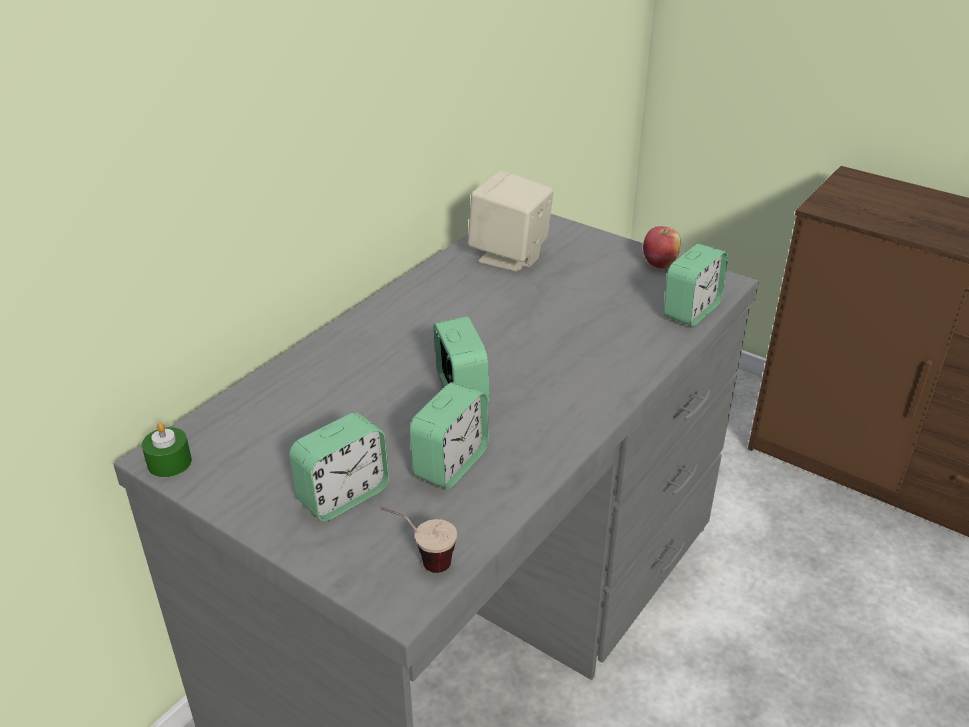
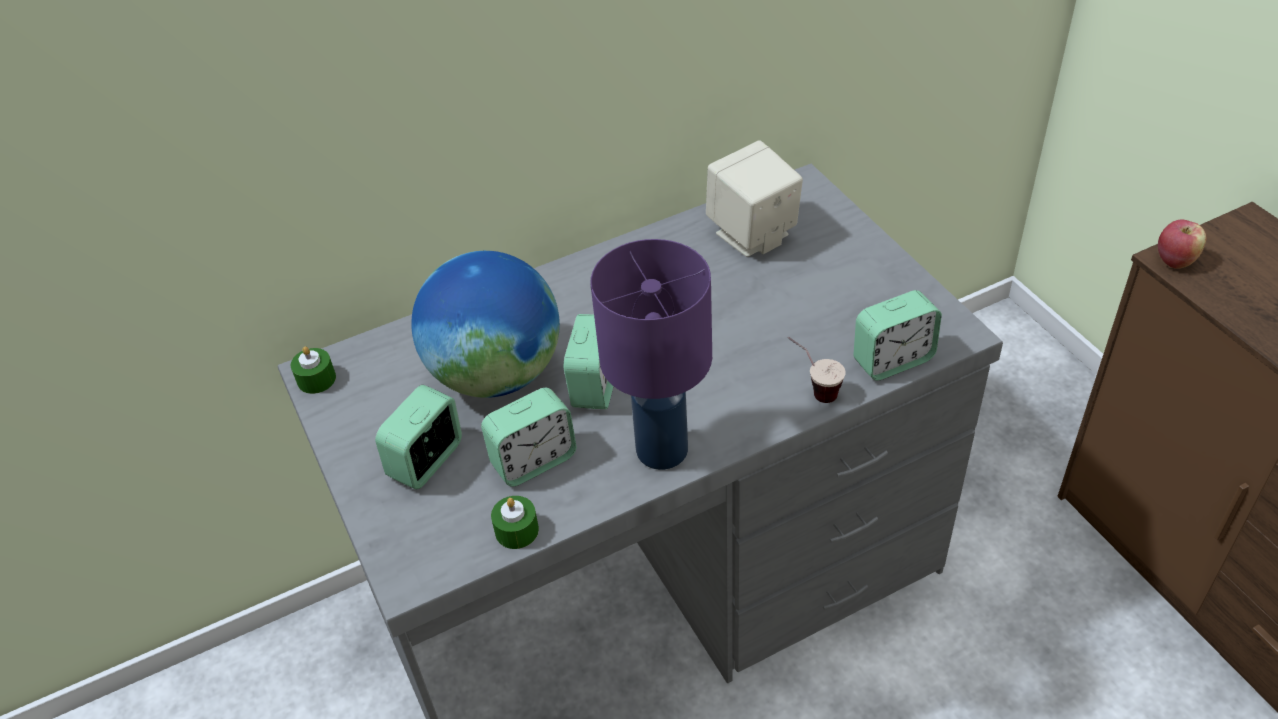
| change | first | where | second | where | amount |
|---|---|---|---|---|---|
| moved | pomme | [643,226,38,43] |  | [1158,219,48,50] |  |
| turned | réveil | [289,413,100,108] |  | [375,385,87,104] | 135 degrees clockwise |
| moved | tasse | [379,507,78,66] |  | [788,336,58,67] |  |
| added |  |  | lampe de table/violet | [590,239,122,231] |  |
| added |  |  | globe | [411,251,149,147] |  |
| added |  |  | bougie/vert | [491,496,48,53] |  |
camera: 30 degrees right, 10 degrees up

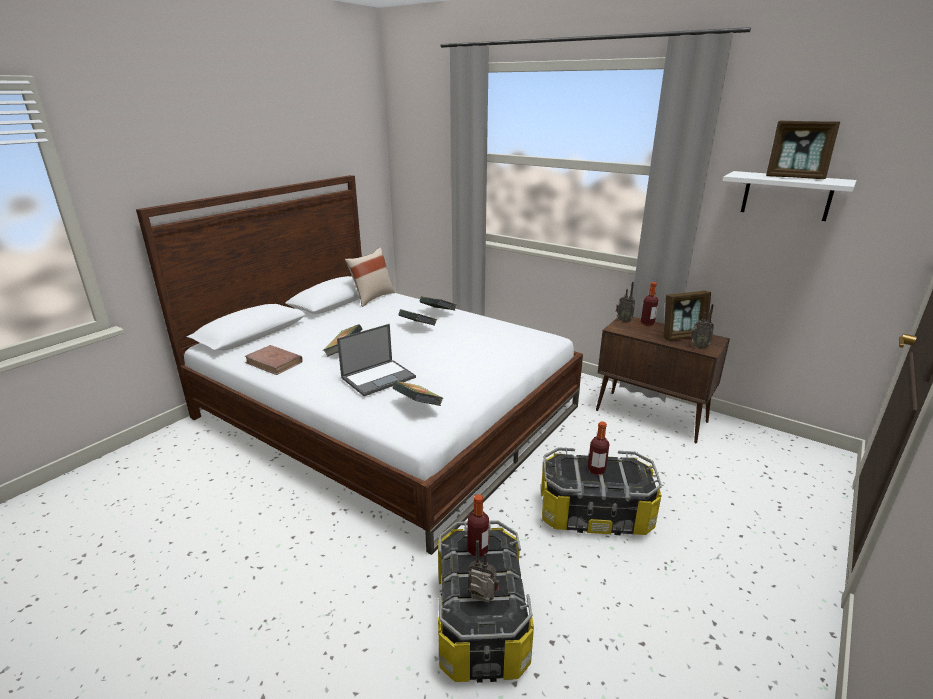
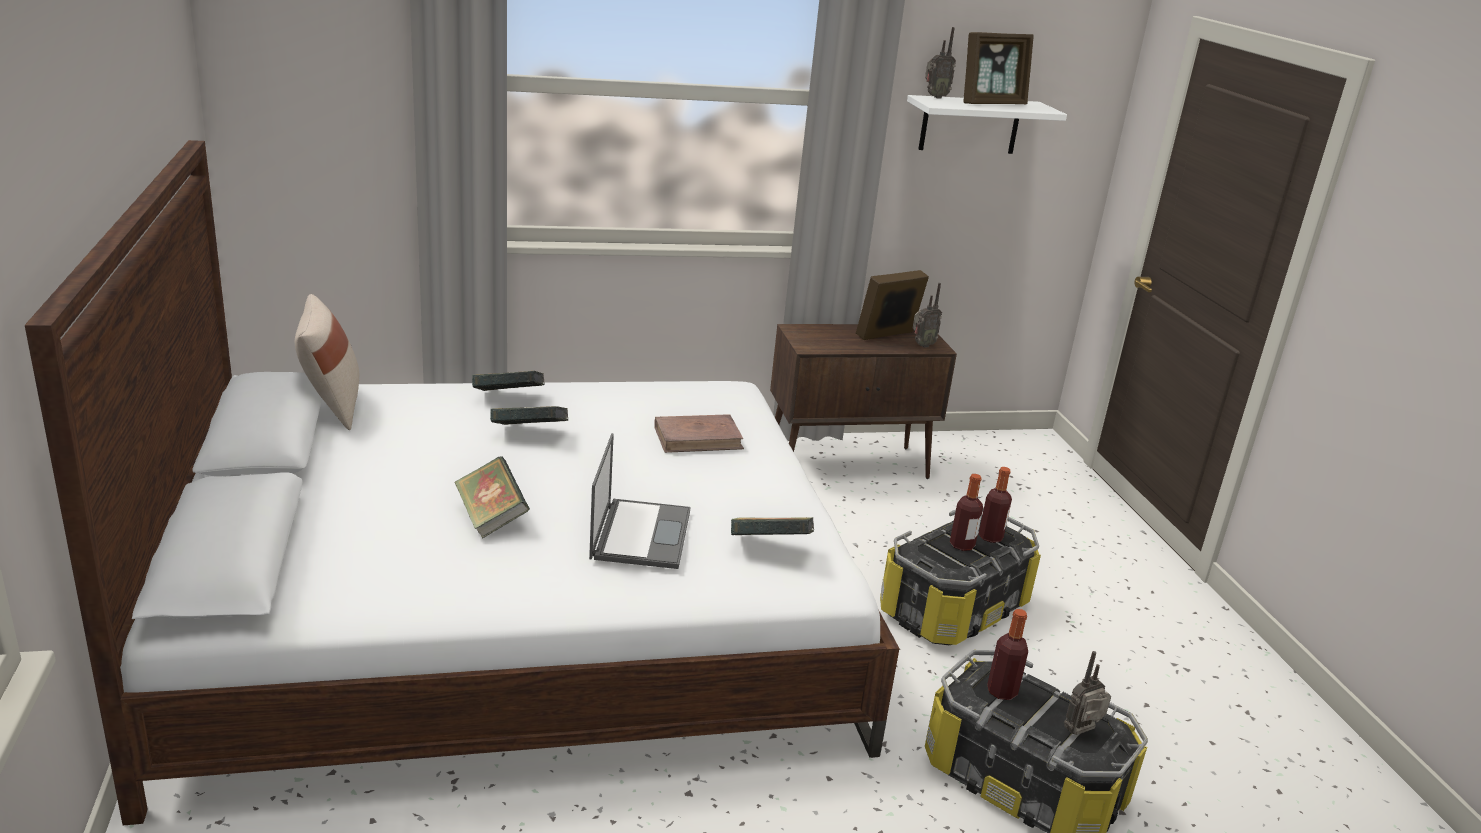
| change | first | where | second | where | amount |
|---|---|---|---|---|---|
| moved | radio | [616,282,19,41] |  | [925,27,31,71] |  |
| moved | bouteille | [641,282,17,44] |  | [979,467,33,76] |  |
| turned | cadre photo | [664,291,47,50] |  | [856,270,73,70] | 150 degrees counterclockwise |
| moved | livre/marron | [244,345,59,30] |  | [654,414,90,39] |  |
camera: 50 degrees left, 0 degrees up

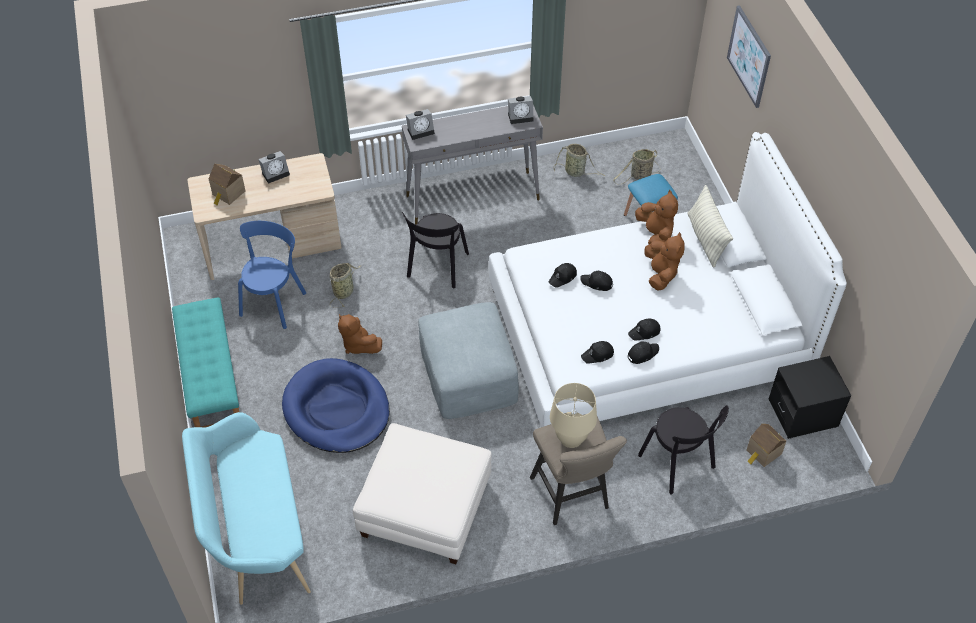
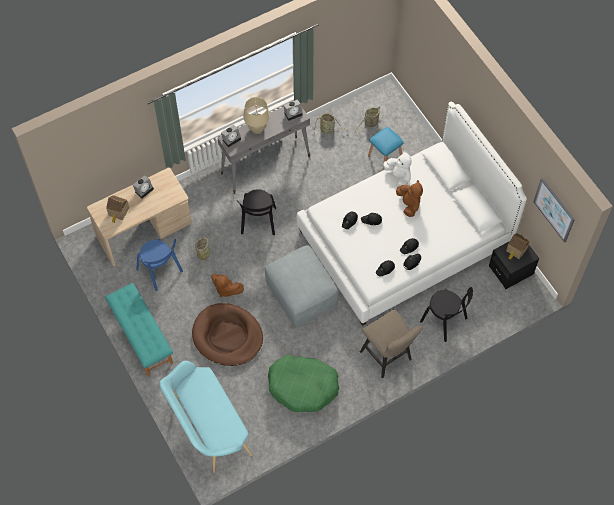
| change | first | where | second | where | amount |
|---|---|---|---|---|---|
| moved | tableau | [727,5,44,103] |  | [533,178,42,65] |  |
| removed | coussin | [687,185,46,82] |  |  |  |
| recoloured | peluche/marron | [635,190,43,54] | peluche/blanc | [383,151,29,36] |  |
| turned | chaise/bleu | [238,221,68,108] |  | [136,238,47,53] | 135 degrees clockwise |
| recoloured | panier pour chien/bleu | [282,358,108,95] | panier pour chien/marron | [192,303,71,63] |  |
| moved | lampe de table/beige | [550,383,47,65] |  | [244,97,26,37] |  |
| replaced | pouf/blanc | [353,423,139,141] | panier pour chien/vert | [268,354,71,58] |  |
| moved | maison miniature | [747,424,39,43] |  | [506,233,24,27] |  |
camera: 15 degrees left, 10 degrees up

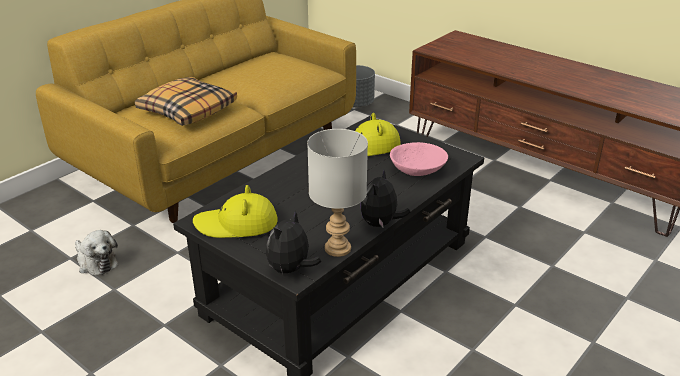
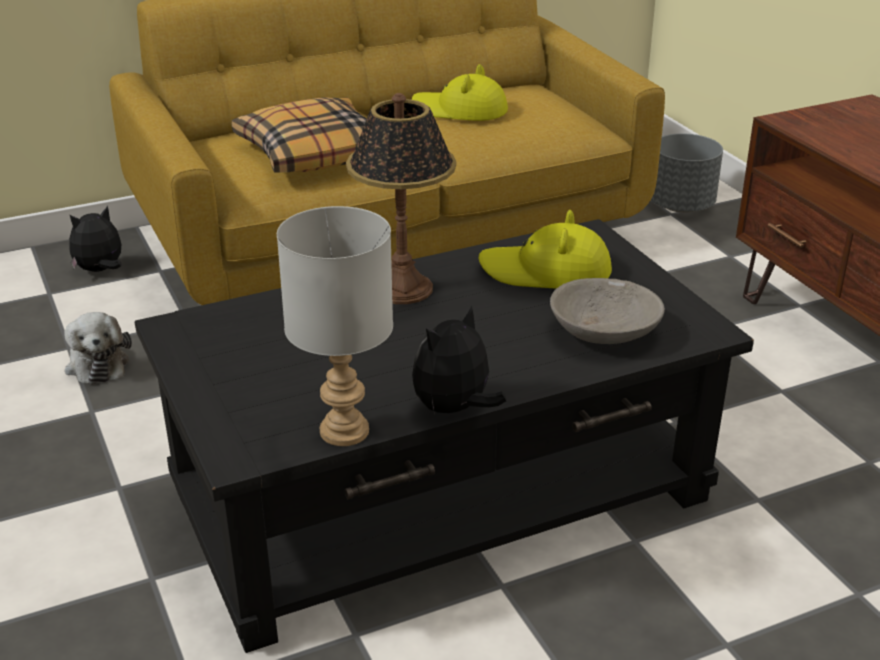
| change | first | where | second | where | amount |
|---|---|---|---|---|---|
| recoloured | bol/rose | [390,142,58,34] | bol/gris | [550,278,115,66] |  |
| moved | chapeau/jaune | [193,185,85,53] |  | [412,64,96,57] |  |
| moved | peluche | [266,210,56,64] |  | [69,206,53,66] |  |
| added |  |  | lampe de table | [346,93,110,211] |  |
camera: 25 degrees right, 0 degrees up

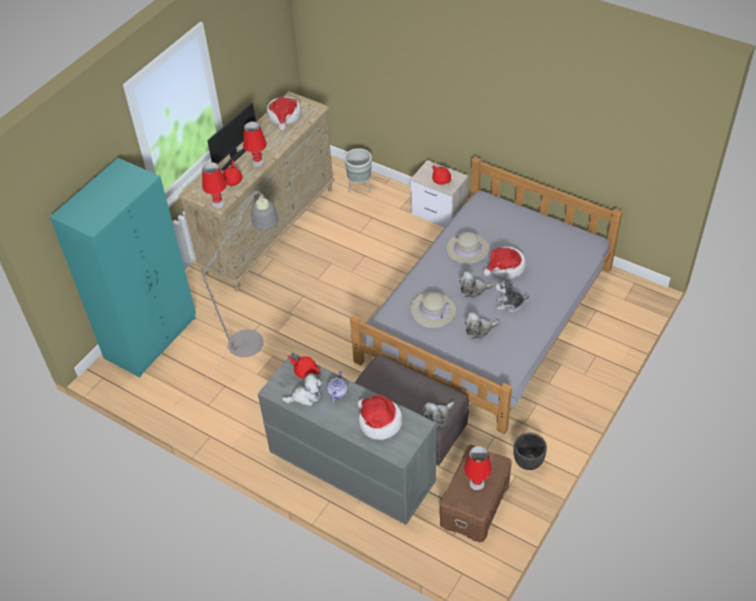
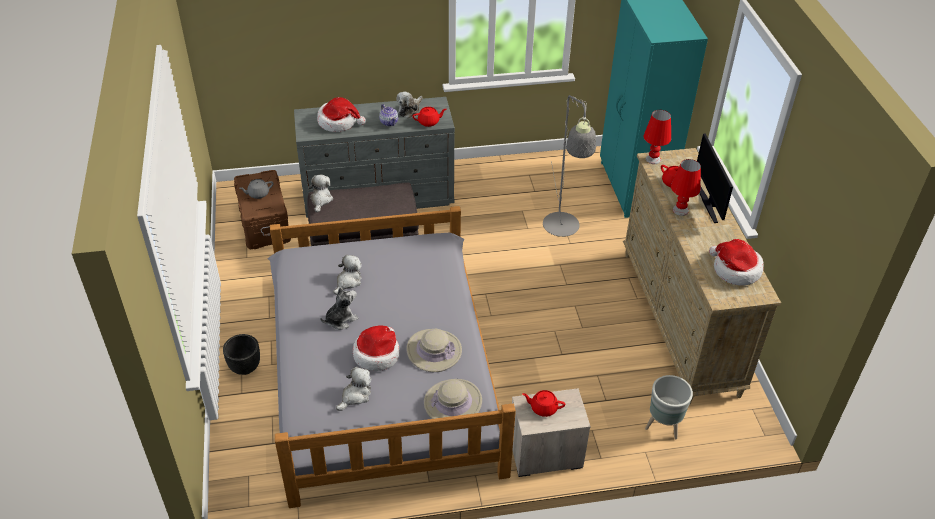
| change | first | where | second | where | amount |
|---|---|---|---|---|---|
| moved | peluche | [459,272,36,26] |  | [336,367,35,44] |  |
| moved | chapeau/beige | [411,292,45,36] |  | [424,379,58,40] |  |
| moved | cache-pot/noir | [514,433,33,37] |  | [223,334,37,41] |  |
| replaced | lampe de table/rouge | [464,446,28,44] | théière/gris | [239,179,34,20] |  |
camera: 135 degrees right, 5 degrees down

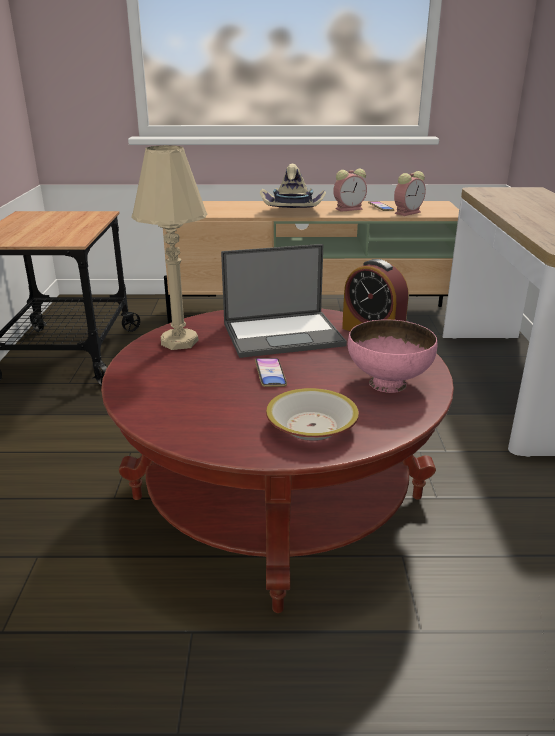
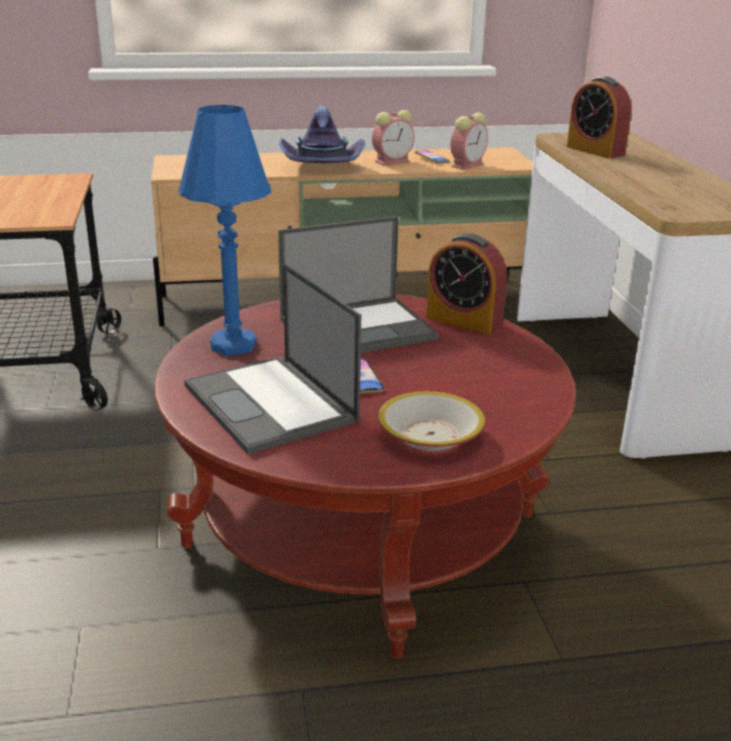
| change | first | where | second | where | amount |
|---|---|---|---|---|---|
| recoloured | lampe de table/beige | [131,145,76,205] | lampe de table/bleu | [179,105,92,251] |  |
| recoloured | chapeau/beige | [260,163,66,45] | chapeau/violet | [279,106,86,57] |  |
| removed | bol/rose | [348,319,89,74] |  |  |  |
| added |  |  | réveil | [567,77,65,82] |  |
| added |  |  | ordinateur portable | [184,264,177,190] |  |
camera: 10 degrees left, 0 degrees up

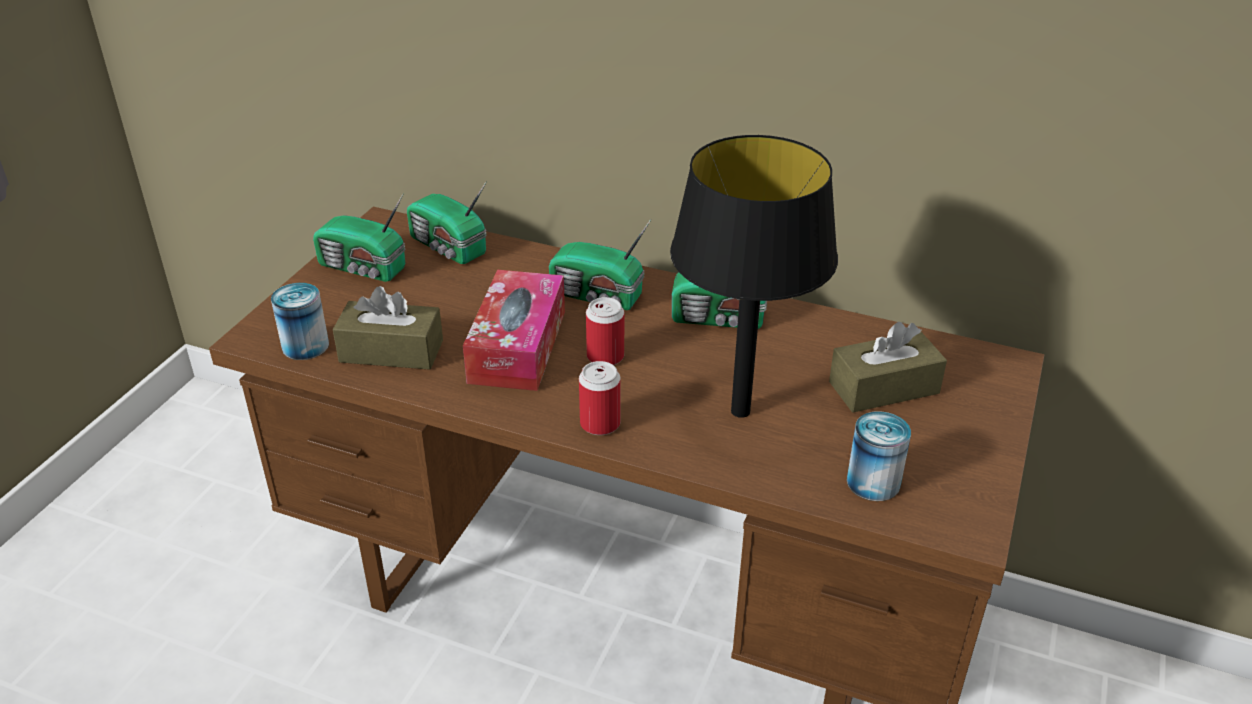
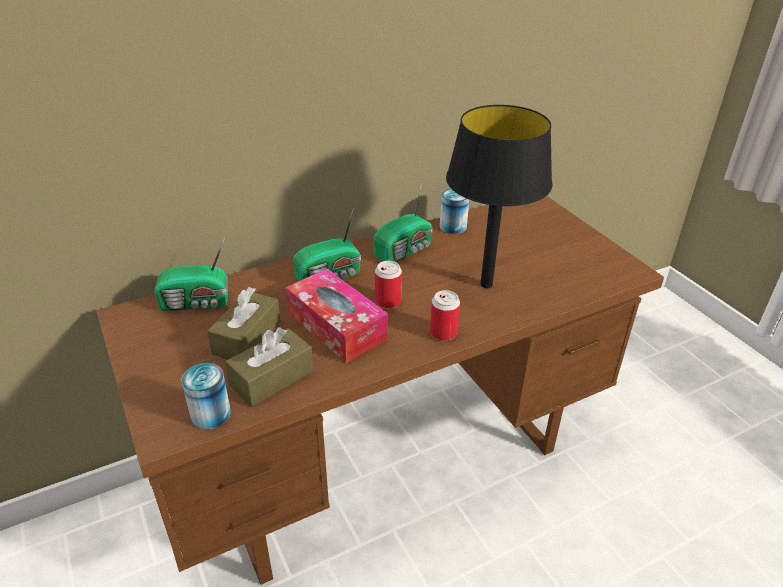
| change | first | where | second | where | amount |
|---|---|---|---|---|---|
| removed | radio | [313,193,92,89] |  |  |  |
| moved | boîte à mouchoirs/marron | [829,322,118,90] |  | [207,287,74,72] |  |
| moved | boîte métallique | [847,411,64,90] |  | [440,188,29,46] |  |
camera: 50 degrees left, 0 degrees up

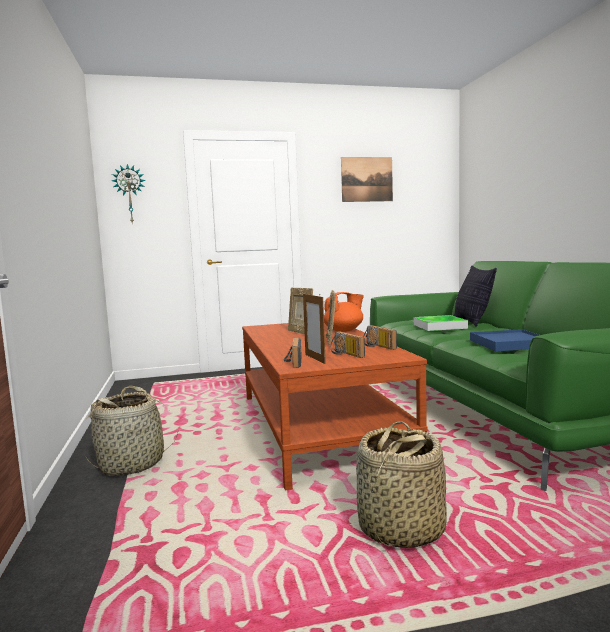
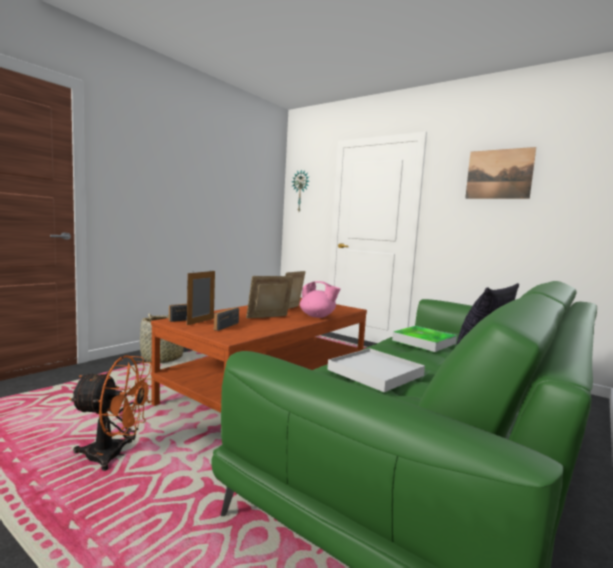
| change | first | where | second | where | amount |
|---|---|---|---|---|---|
| recoloured | théière/orange | [324,292,40,40] | théière/rose | [300,281,41,37] |  |
| removed | radio | [363,325,34,25] |  |  |  |
| recoloured | plateau/bleu | [470,329,69,22] | plateau/blanc | [327,348,98,44] |  |
| replaced | panier | [356,421,91,127] | ventilateur/orange | [69,355,85,116] |  |
camera: 50 degrees right, 0 degrees up

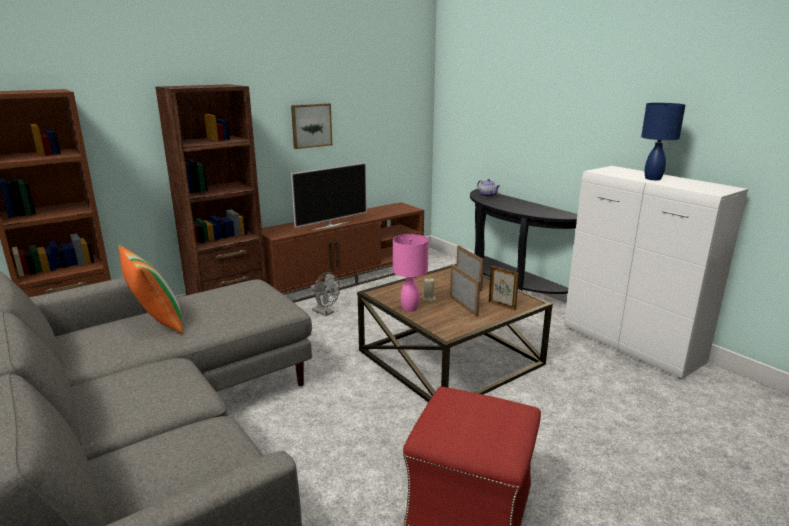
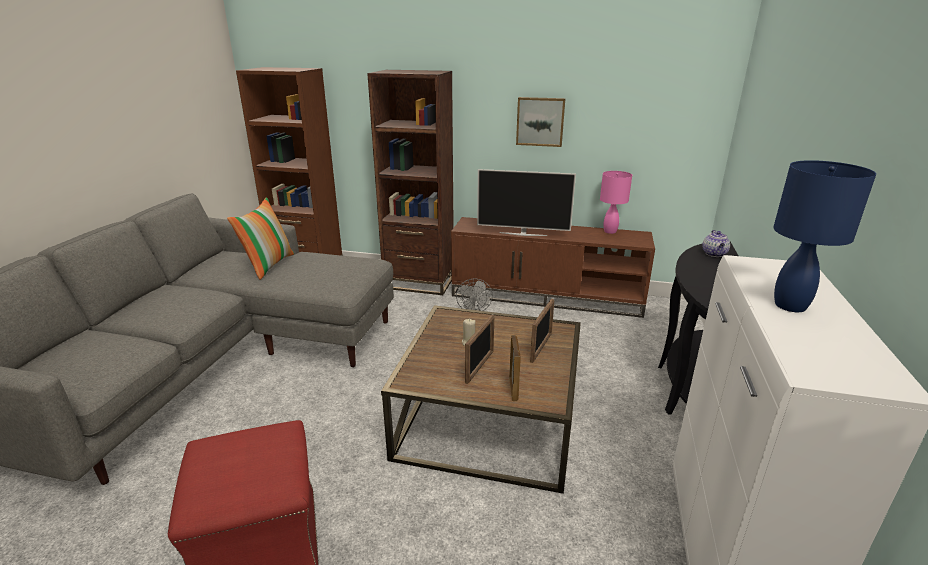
| change | first | where | second | where | amount |
|---|---|---|---|---|---|
| moved | lampe de table/rose | [393,234,36,78] |  | [600,171,32,63] |  |
camera: 50 degrees right, 5 degrees up

